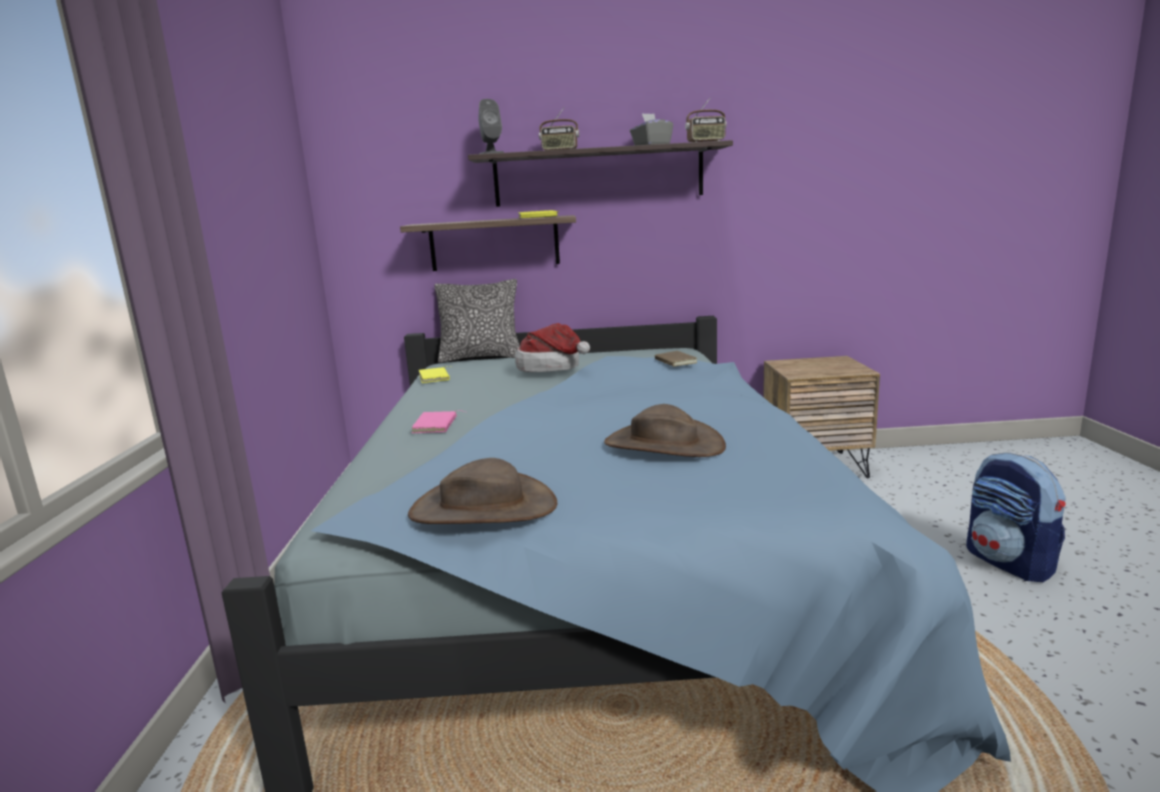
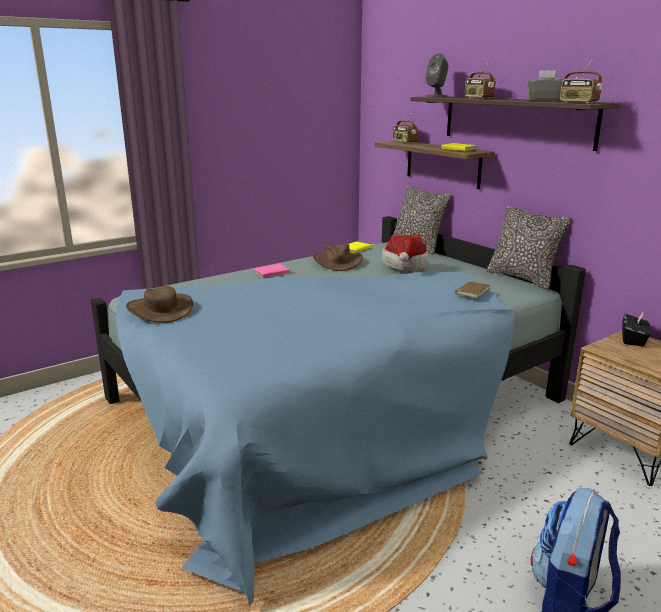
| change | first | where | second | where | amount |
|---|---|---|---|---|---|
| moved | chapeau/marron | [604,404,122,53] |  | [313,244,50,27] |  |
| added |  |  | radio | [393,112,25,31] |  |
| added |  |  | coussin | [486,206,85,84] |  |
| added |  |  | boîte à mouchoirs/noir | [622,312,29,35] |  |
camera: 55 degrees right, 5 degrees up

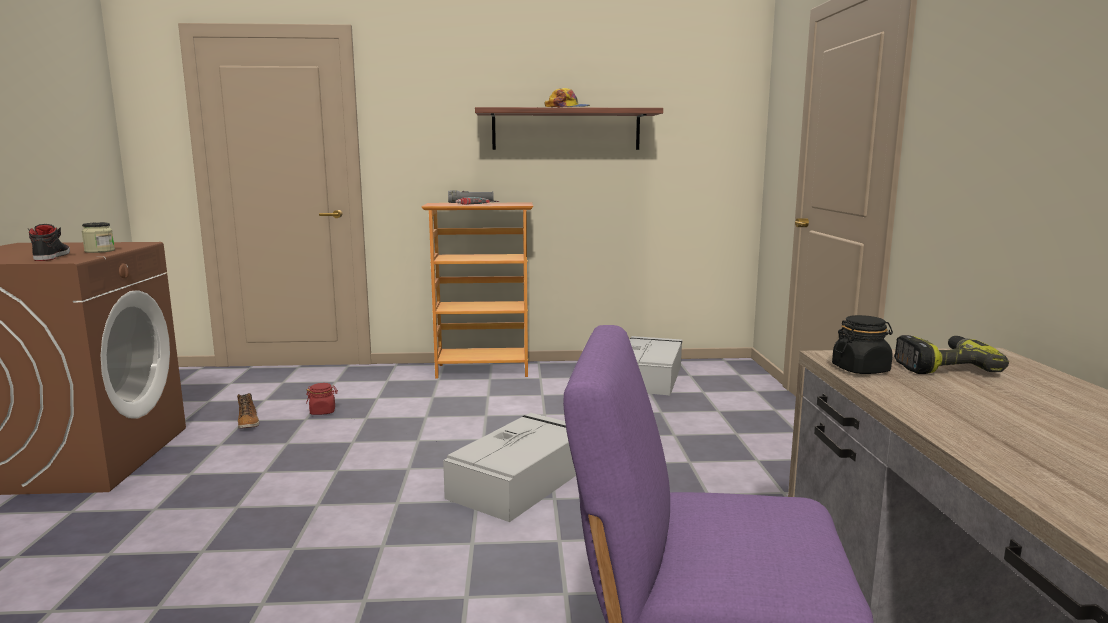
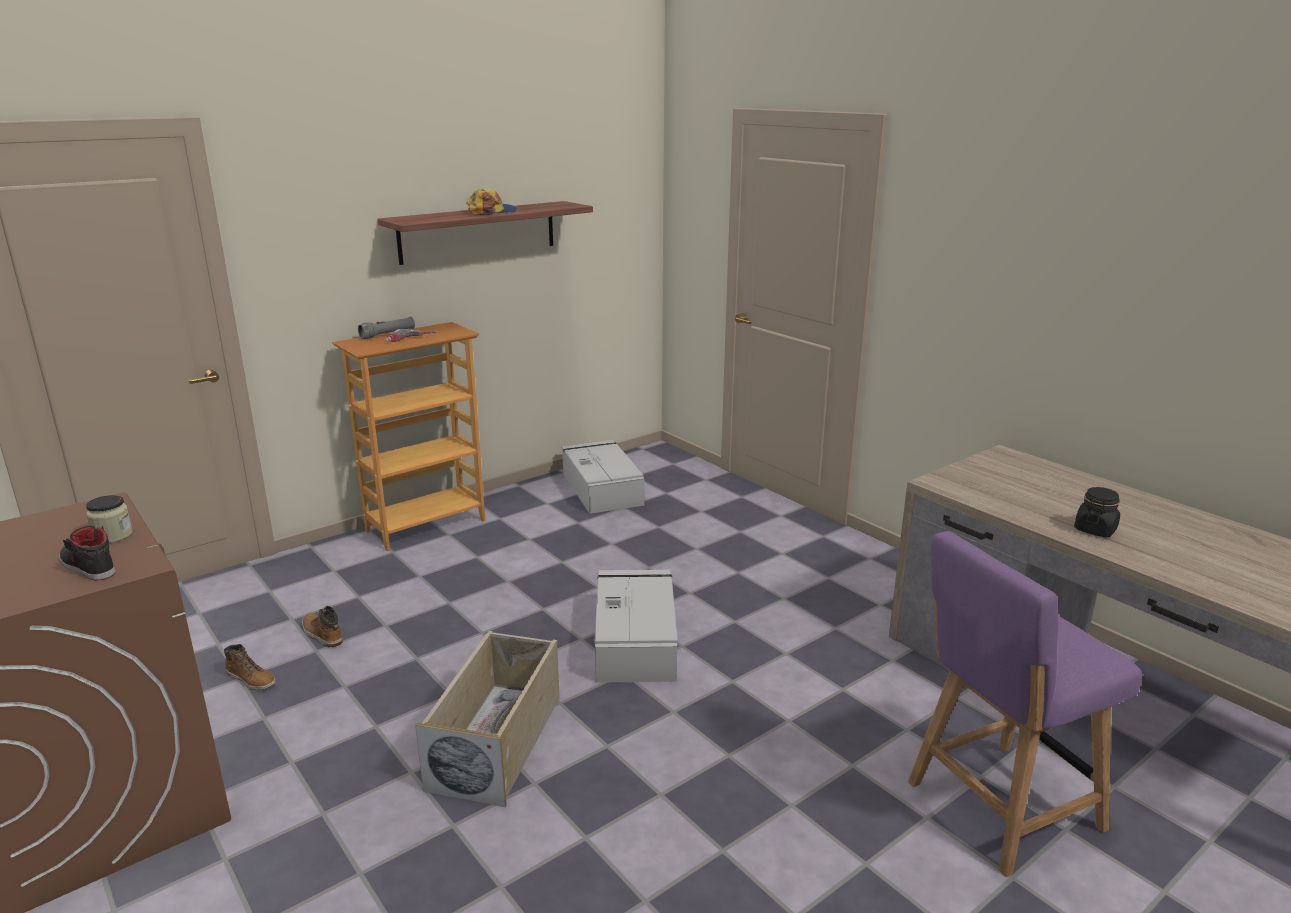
| change | first | where | second | where | amount |
|---|---|---|---|---|---|
| moved | bocal/noir | [832,315,61,59] |  | [1074,487,46,50] |  |
| removed | perceuse | [894,335,115,39] |  |  |  |
| replaced | bocal/rouge | [306,383,32,32] | botte | [302,606,41,41] |  |
| added |  |  | boîte de rangement/beige | [415,630,145,177] |  |
camera: 35 degrees left, 10 degrees up

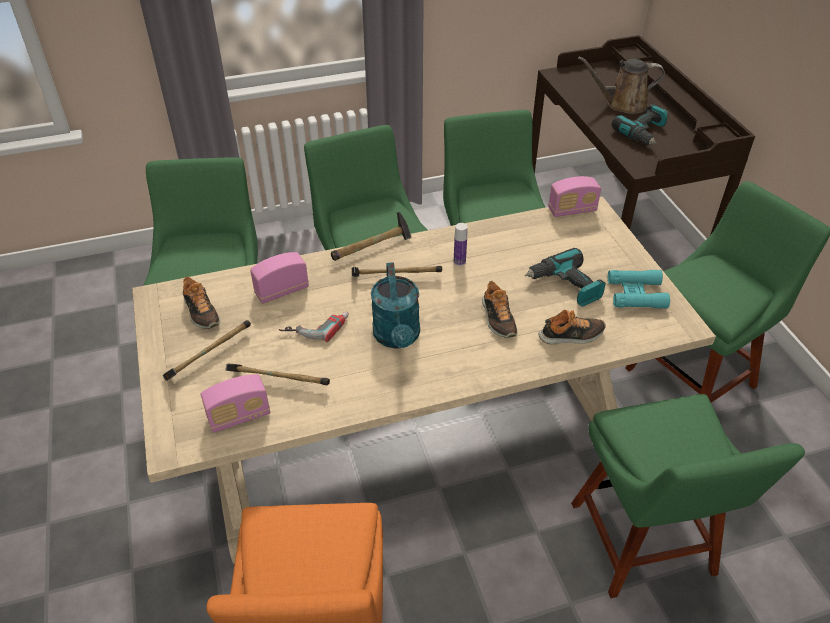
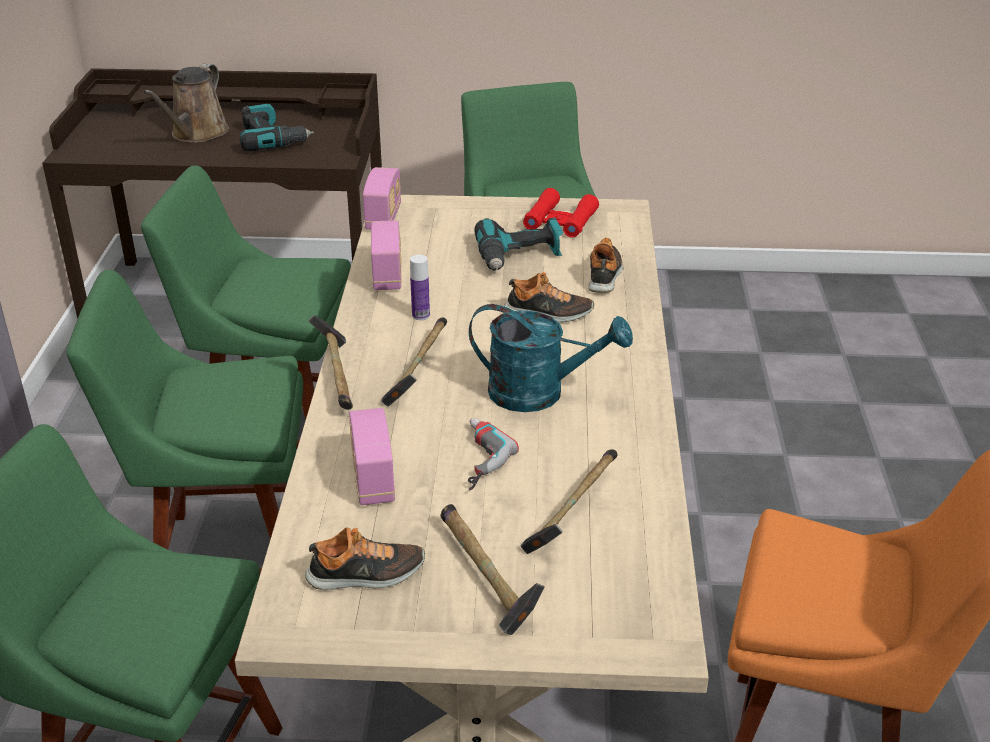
| change | first | where | second | where | amount |
|---|---|---|---|---|---|
| recoloured | jumelles/turquoise | [608,270,62,39] | jumelles/rouge | [523,188,76,50] |  |
| moved | radio | [201,374,69,59] |  | [371,220,31,70] |  |
| removed | chaise/vert | [571,394,234,204] |  |  |  |
camera: 70 degrees left, 10 degrees down

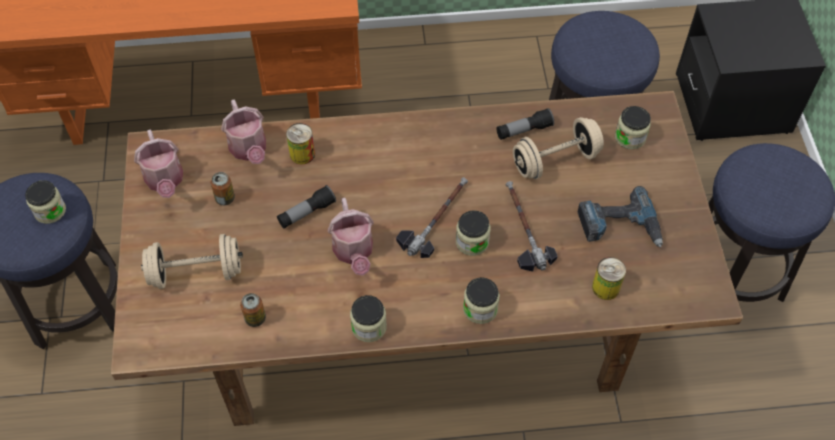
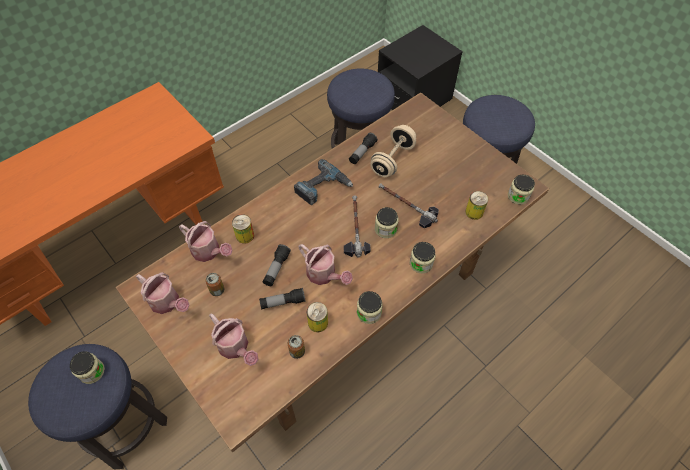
| change | first | where | second | where | amount |
|---|---|---|---|---|---|
| moved | bocal | [615,106,36,44] |  | [508,175,27,30] |  |
| moved | perceuse | [577,186,86,62] |  | [294,159,59,46] |  |
| replaced | haltère/beige | [141,234,102,55] | arrosoir | [209,314,49,52] |  |
| added |  |  | lampe de poche | [259,287,47,22] |  |
| added |  |  | boîte métallique | [307,302,21,30] |  |
camera: 35 degrees left, 0 degrees up

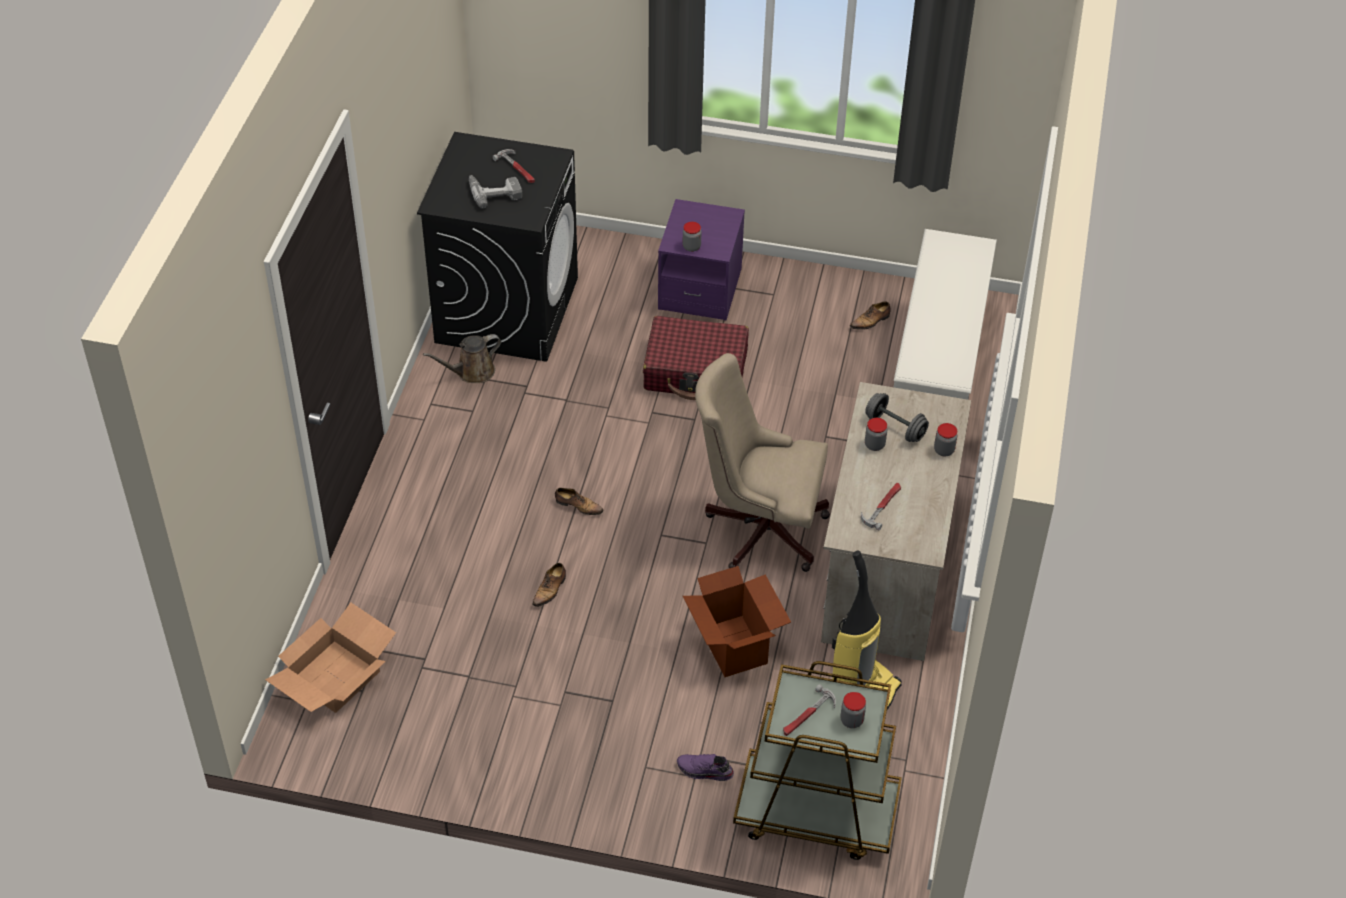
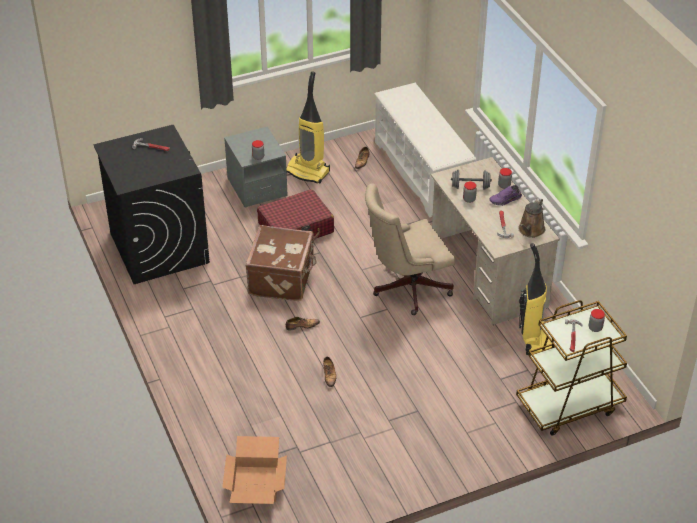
| change | first | where | second | where | amount |
|---|---|---|---|---|---|
| removed | perceuse | [469,175,54,34] |  |  |  |
| recoloured | table de chevet/violet | [658,199,87,121] | table de chevet/gris | [224,126,64,81] |  |
| moved | arrosoir/marron | [423,334,78,49] |  | [518,198,27,40] |  |
| removed | carton | [683,566,108,111] |  |  |  |
| moved | chaussure/violet | [677,754,57,27] |  | [490,185,32,21] |  |
| added |  |  | aspirateur | [286,71,44,113] |  |
| added |  |  | valise/marron | [246,225,71,76] |  |
camera: 35 degrees left, 5 degrees down

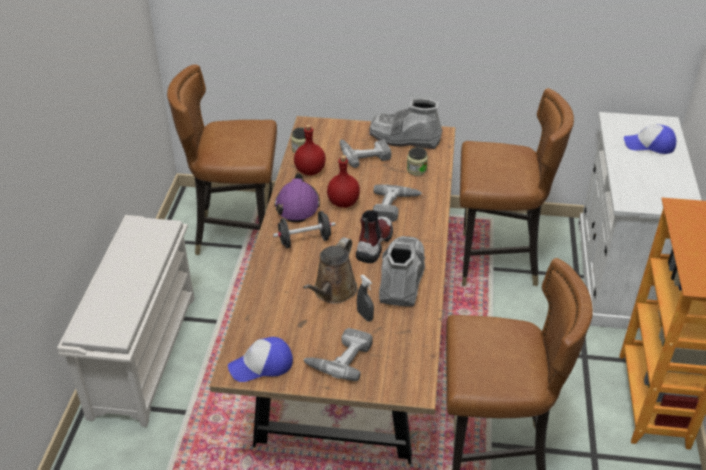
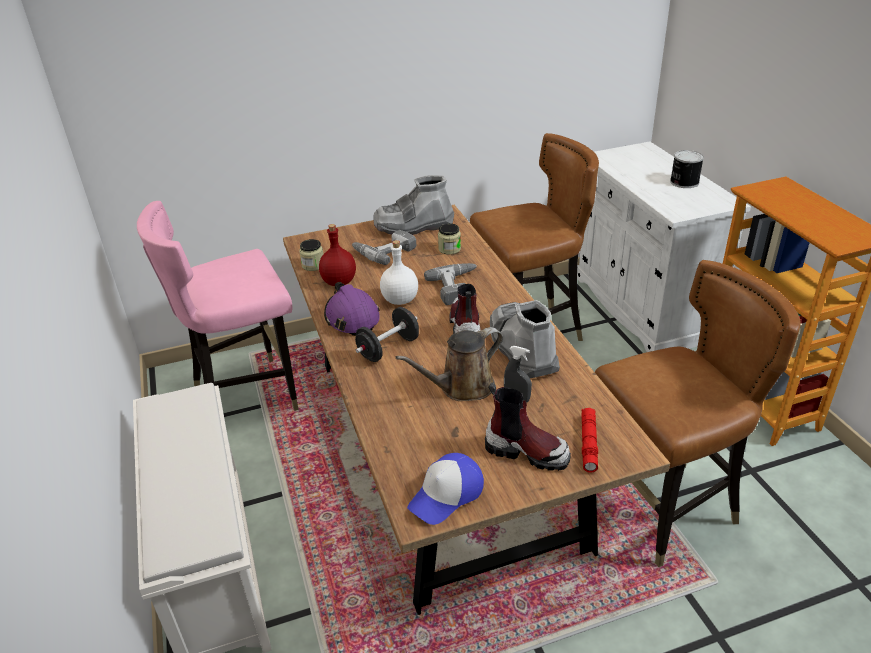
| change | first | where | second | where | amount |
|---|---|---|---|---|---|
| recoloured | chaise/marron | [167,64,110,191] | chaise/rose | [137,201,162,210] |  |
| removed | casquette | [624,124,52,30] |  |  |  |
| recoloured | bouteille/rouge | [327,155,33,53] | bouteille/blanc | [380,240,38,65] |  |
| turned | arrosoir/marron | [303,237,55,67] |  | [395,327,108,74] | 60 degrees clockwise |
| replaced | perceuse | [303,328,70,53] | botte | [485,382,86,89] |  |
| added |  |  | boîte métallique | [670,150,34,38] |  |
| added |  |  | lampe de poche/rouge | [581,408,17,65] |  |
camera: 25 degrees left, 5 degrees down

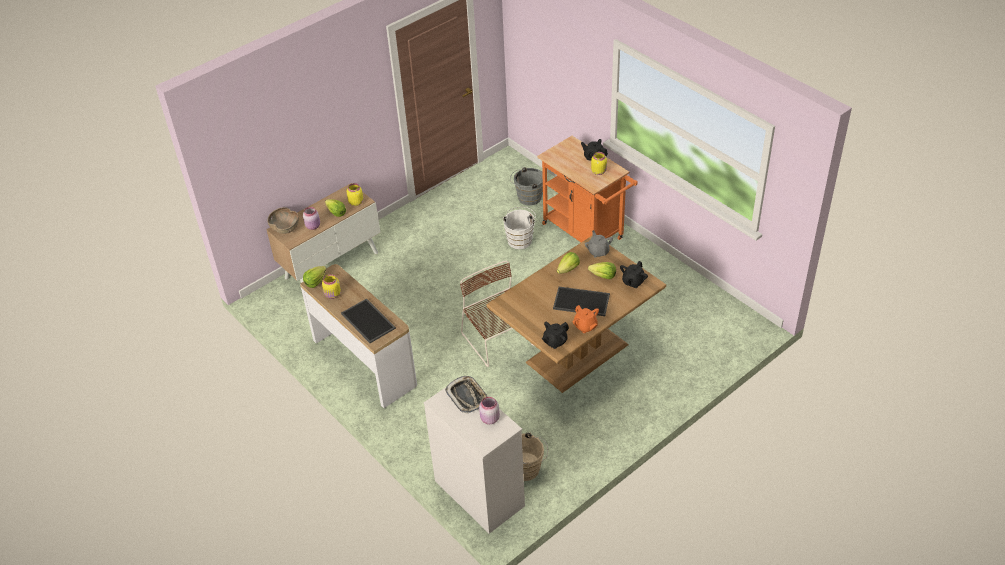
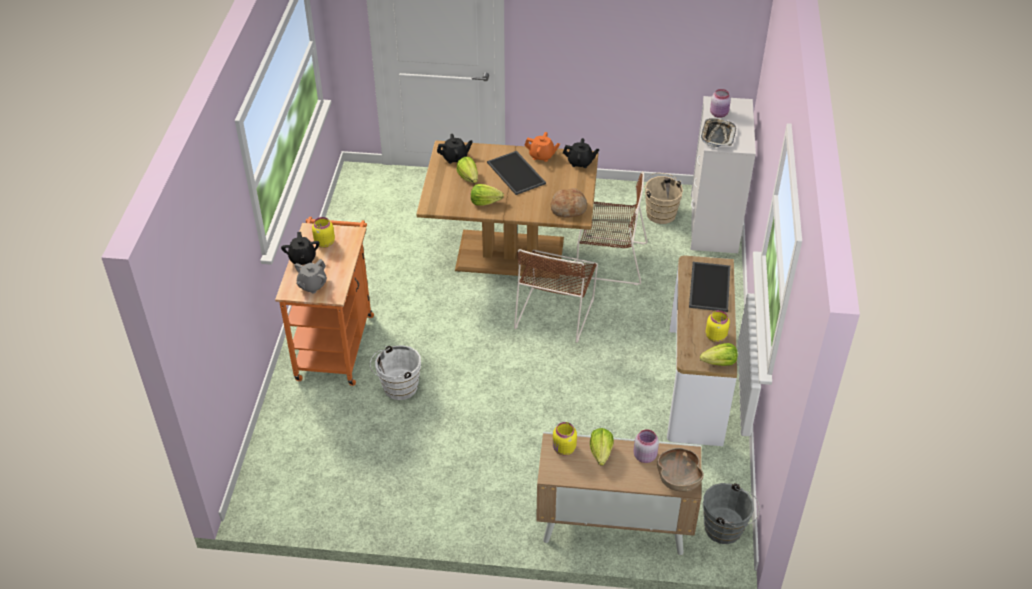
| change | first | where | second | where | amount |
|---|---|---|---|---|---|
| moved | seau/gris | [510,167,33,38] |  | [703,483,57,61] |  |
| moved | théière/gris | [585,230,28,28] |  | [295,259,32,35] |  |
| turned | théière/orange | [573,305,26,28] |  | [524,132,36,30] | 90 degrees clockwise |
| added |  |  | chaise/marron | [576,171,71,114] |  |
| added |  |  | pain | [550,188,37,30] |  |
camera: 135 degrees left, 0 degrees up

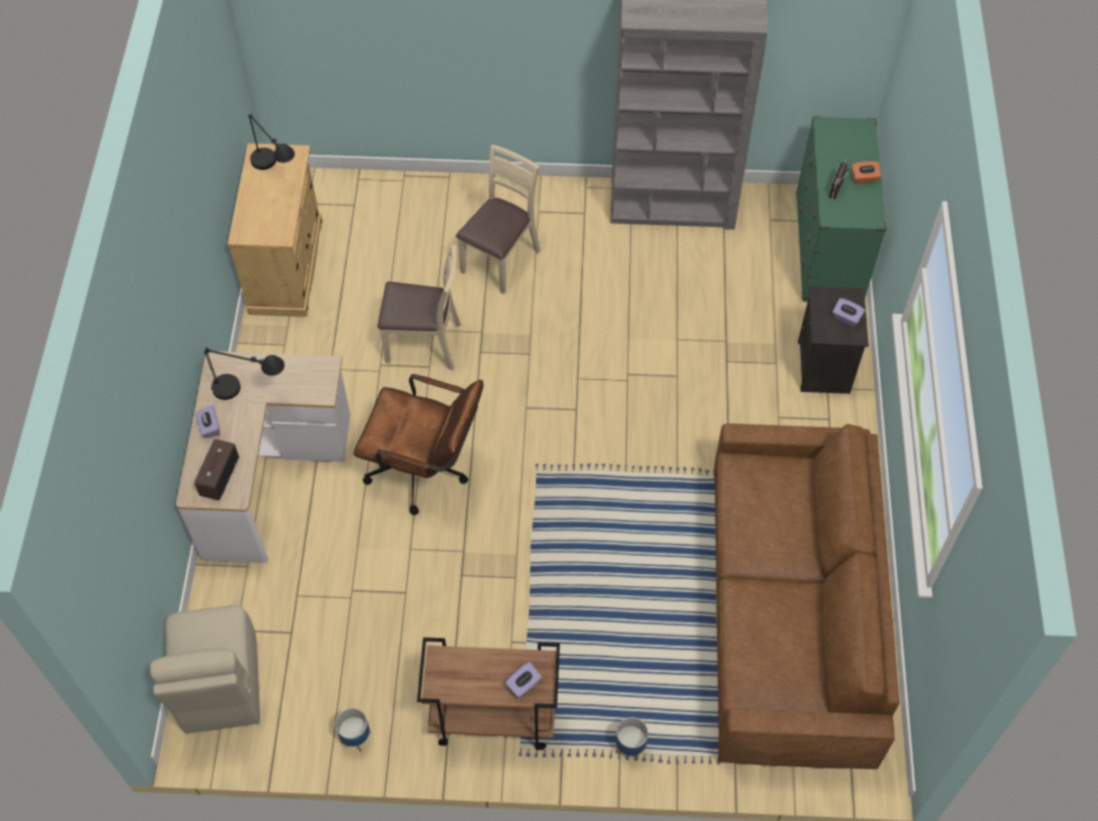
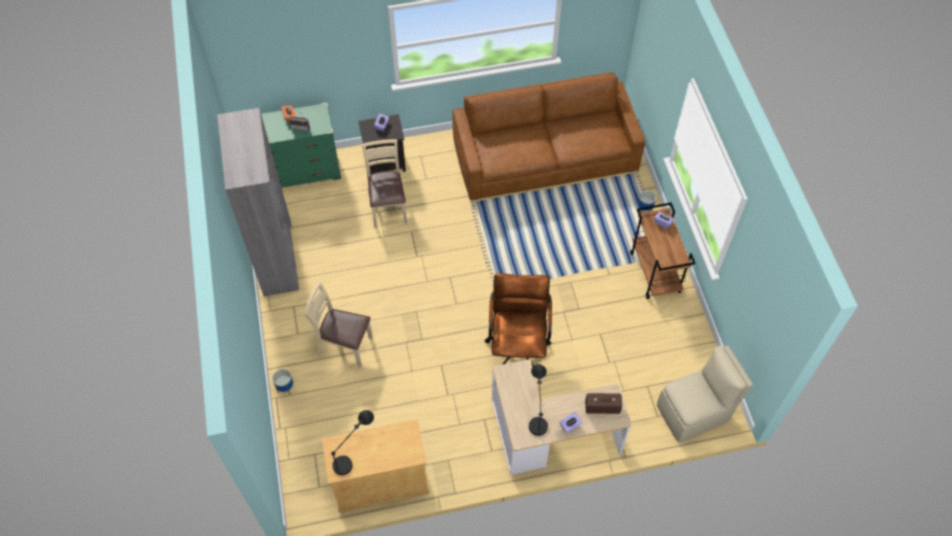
| change | first | where | second | where | amount |
|---|---|---|---|---|---|
| moved | chaise/beige | [377,245,84,125] |  | [362,139,45,89] |  |
| moved | cache-pot | [335,708,36,44] |  | [272,369,22,26] |  |
camera: 105 degrees left, 0 degrees up

